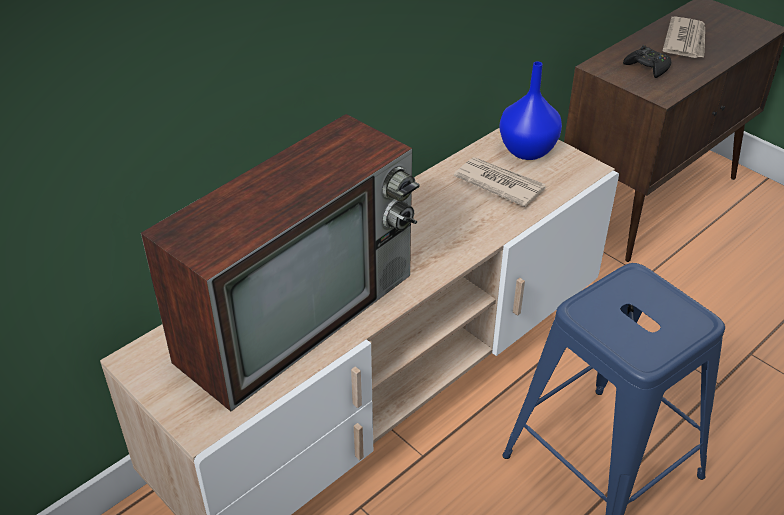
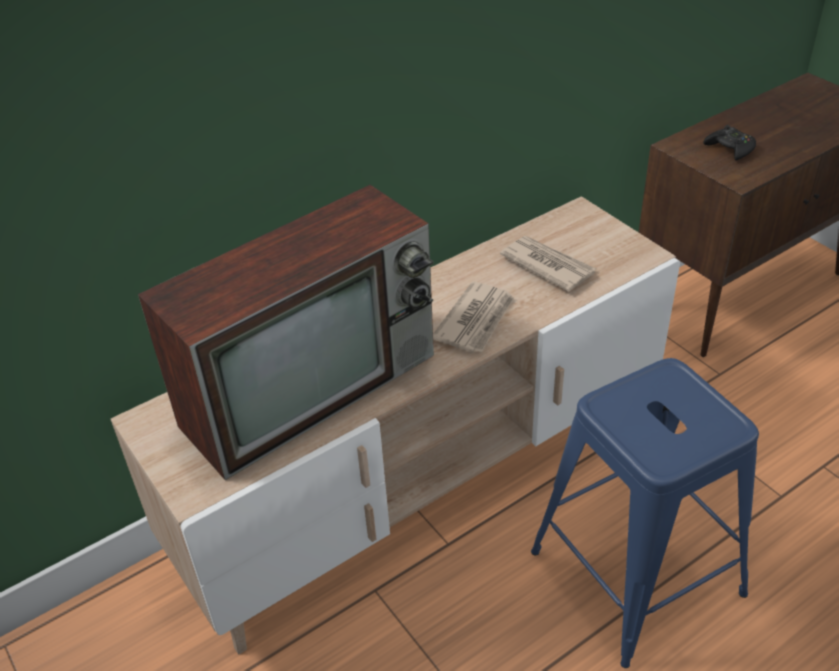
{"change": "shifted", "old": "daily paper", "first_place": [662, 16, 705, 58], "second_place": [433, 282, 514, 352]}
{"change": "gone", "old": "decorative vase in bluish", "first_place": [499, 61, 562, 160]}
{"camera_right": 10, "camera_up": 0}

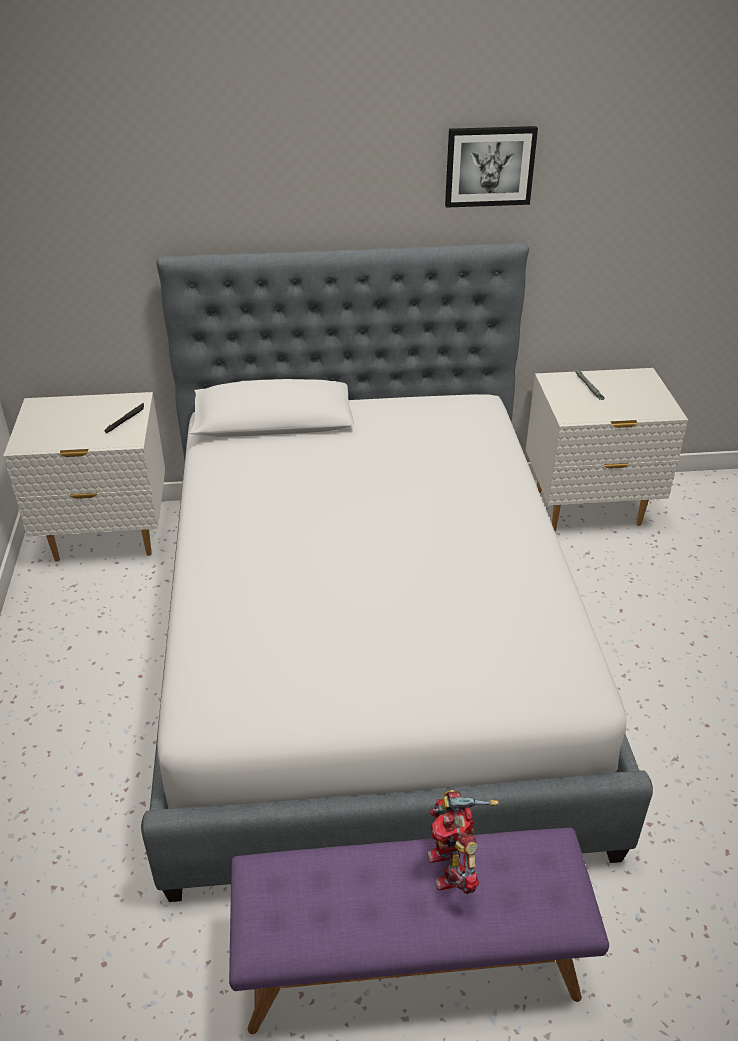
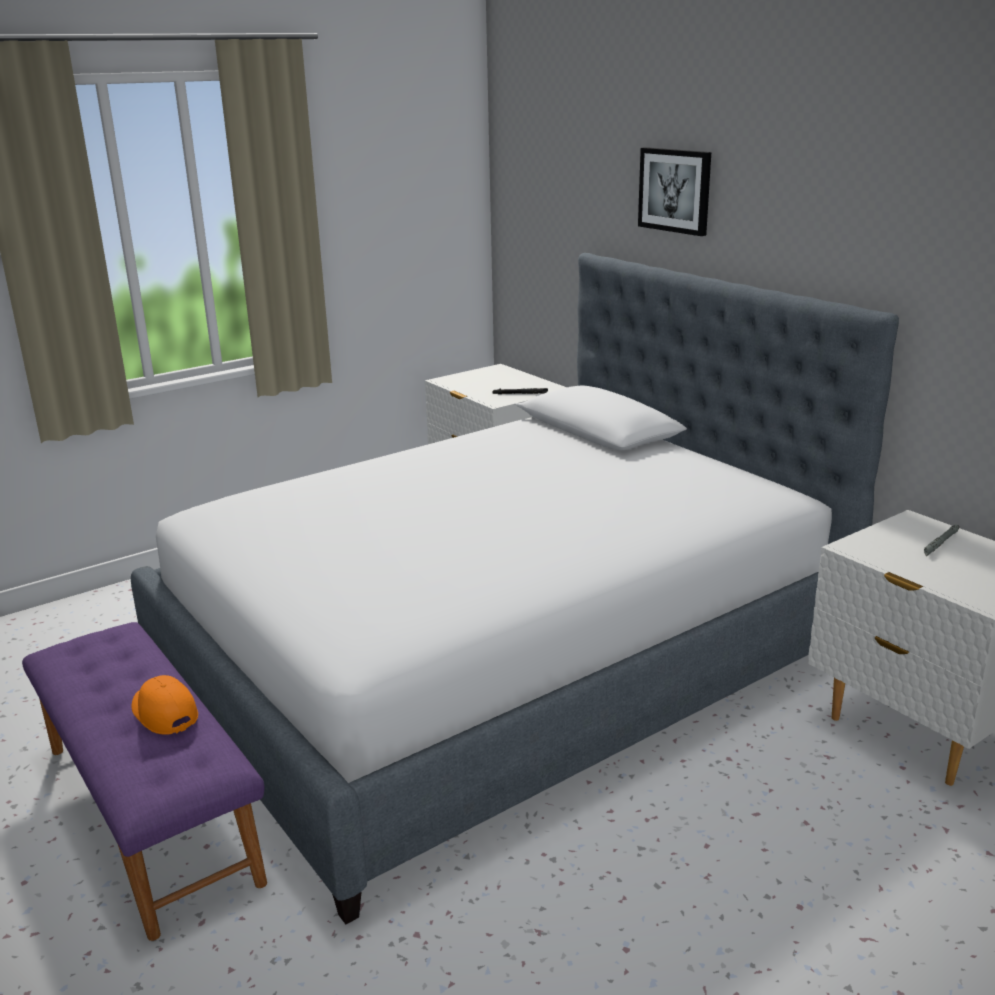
{"change": "swapped", "old": "model robot", "new": "peaked cap in orange-coloured", "first_place": [427, 790, 499, 894], "second_place": [132, 675, 198, 734]}
{"change": "shifted", "old": "wall picture", "first_place": [445, 126, 538, 208], "second_place": [638, 147, 711, 236]}
{"camera_right": 60, "camera_up": -15}

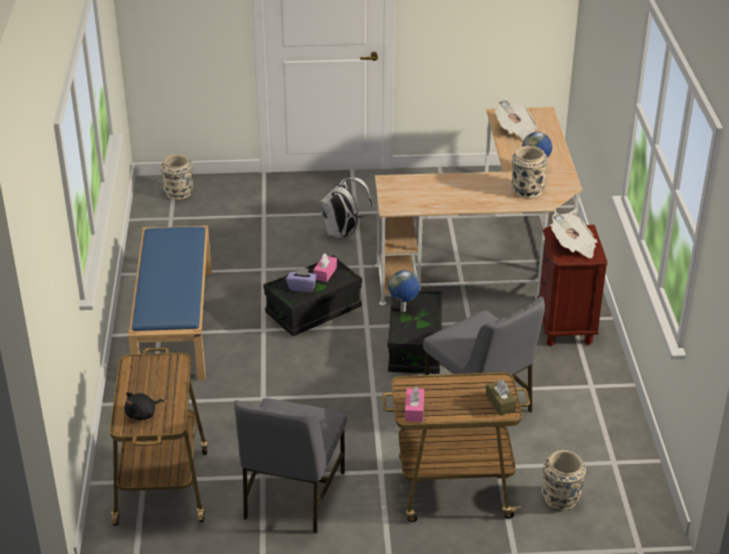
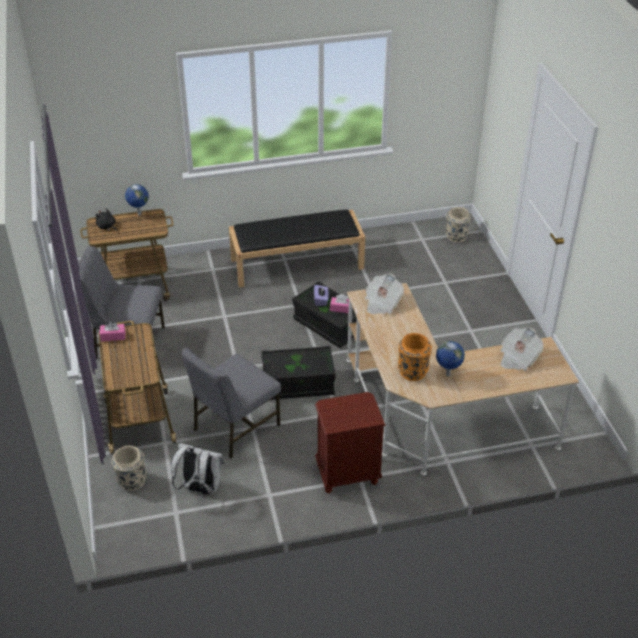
{"change": "shifted", "old": "globe", "first_place": [388, 270, 420, 312], "second_place": [125, 184, 149, 216]}
{"change": "shifted", "old": "rucksack in whitish", "first_place": [320, 177, 372, 239], "second_place": [171, 443, 225, 495]}
{"change": "repainted", "old": "long seat in bluish", "new": "long seat in black", "first_place": [128, 226, 212, 382], "second_place": [229, 209, 365, 288]}
{"change": "shifted", "old": "daily paper", "first_place": [551, 213, 597, 258], "second_place": [365, 273, 404, 314]}
{"change": "repainted", "old": "decorative vase in sand-coloured", "new": "decorative vase in orange-coloured", "first_place": [511, 146, 548, 199], "second_place": [398, 333, 432, 381]}
{"change": "gone", "old": "tissue box in brownish", "first_place": [486, 379, 517, 415]}
{"camera_right": 80, "camera_up": 5}

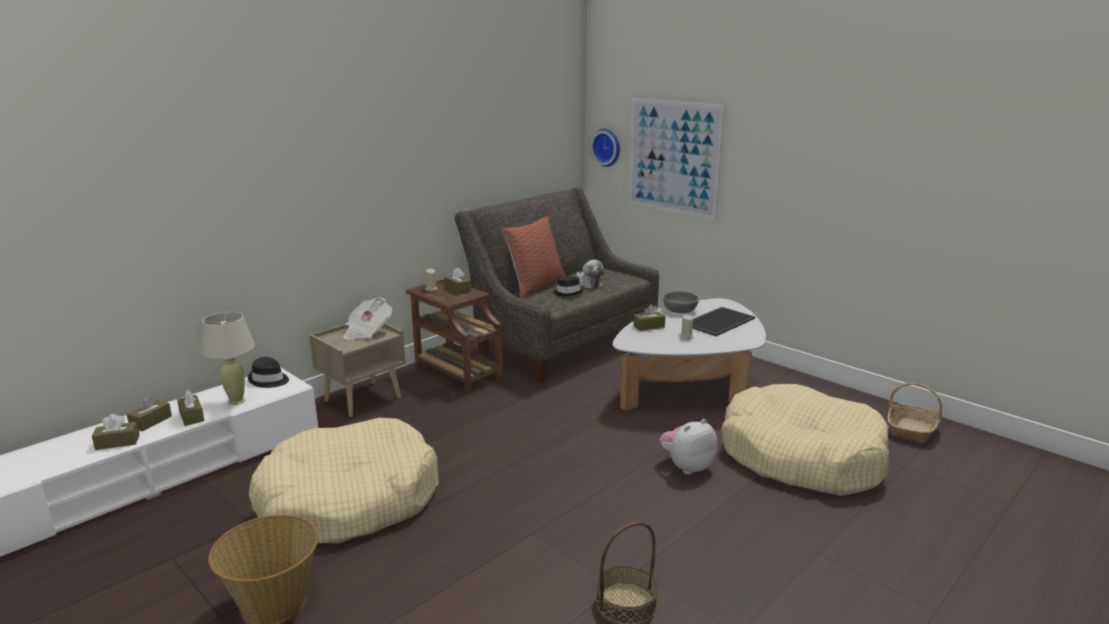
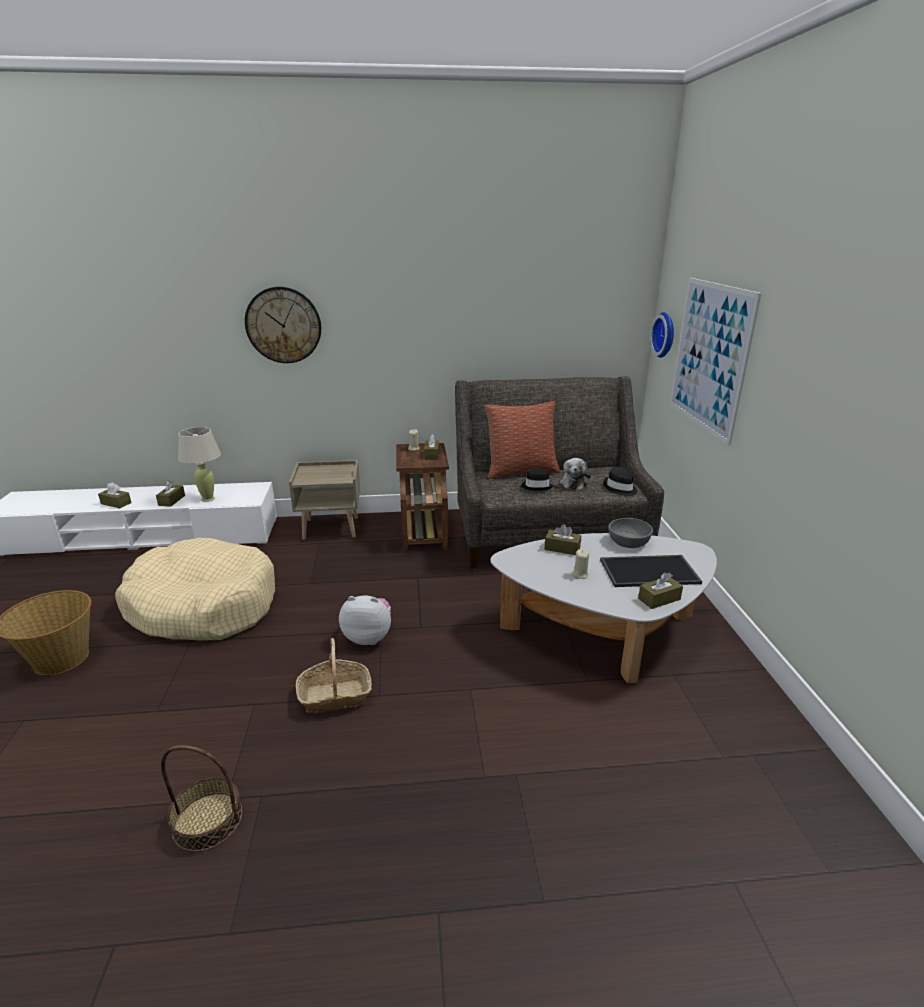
{"change": "new", "new": "wall clock", "second_place": [245, 287, 321, 363]}
{"change": "shifted", "old": "basket", "first_place": [888, 383, 942, 444], "second_place": [296, 638, 372, 714]}
{"change": "shifted", "old": "soft toy", "first_place": [659, 419, 717, 475], "second_place": [339, 595, 391, 645]}
{"change": "shifted", "old": "clothing hat in black", "first_place": [248, 357, 289, 388], "second_place": [603, 467, 637, 496]}
{"change": "shifted", "old": "tissue box in brownish", "first_place": [127, 395, 172, 432], "second_place": [638, 572, 683, 609]}
{"change": "gone", "old": "daily paper", "first_place": [343, 297, 392, 340]}
{"change": "gone", "old": "dog cushion in sand-coloured", "first_place": [721, 384, 889, 496]}
{"camera_right": 40, "camera_up": 5}

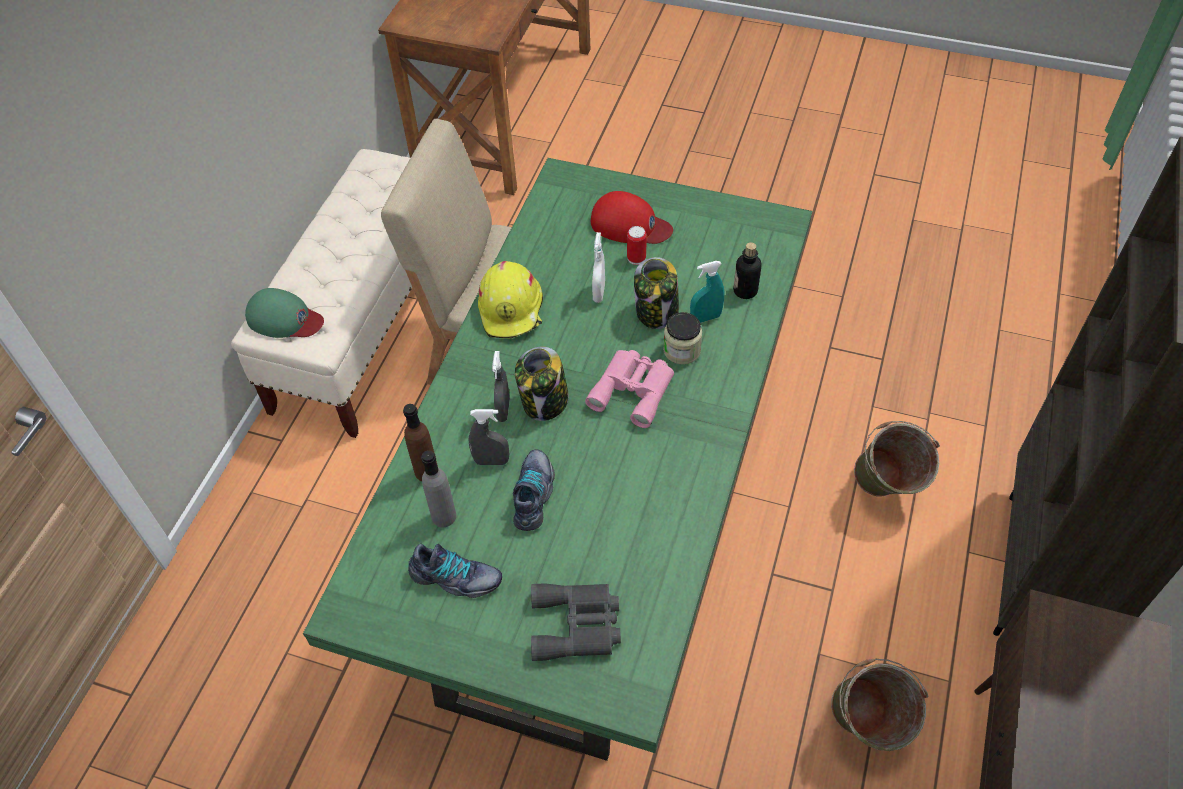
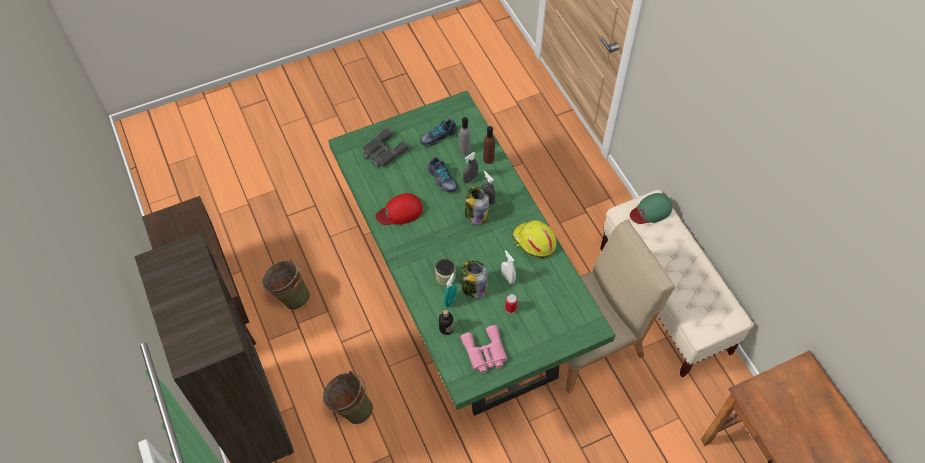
{"change": "shifted", "old": "peaked cap in red", "first_place": [591, 191, 673, 244], "second_place": [376, 193, 423, 225]}
{"change": "shifted", "old": "field glasses in pinkish", "first_place": [585, 350, 674, 428], "second_place": [461, 325, 508, 373]}
{"camera_right": 135, "camera_up": 5}

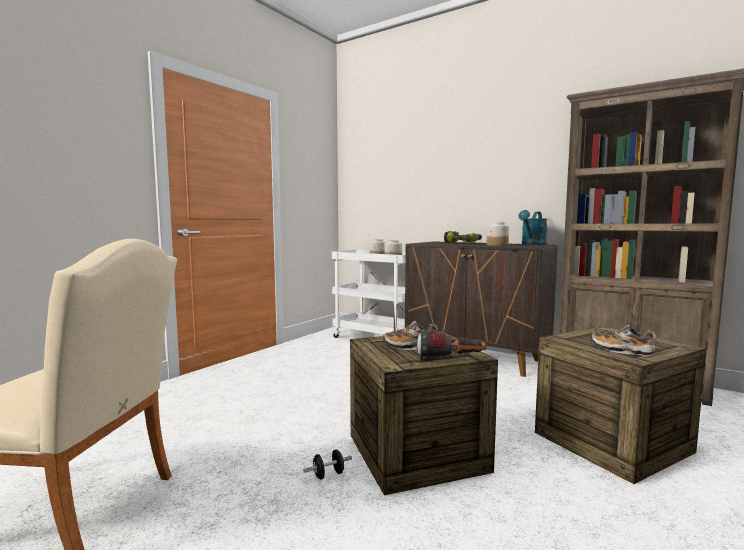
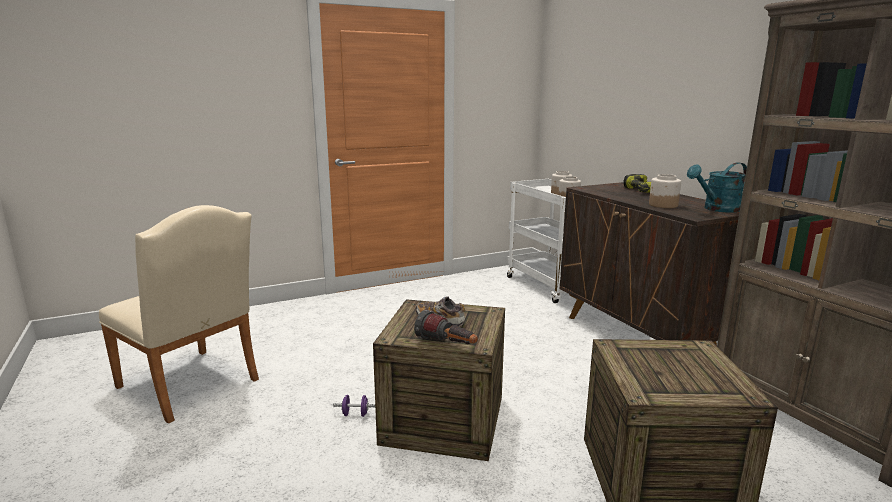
{"change": "repainted", "old": "hand weight in black", "new": "hand weight in purple", "first_place": [303, 449, 352, 480], "second_place": [333, 395, 375, 417]}
{"change": "gone", "old": "shoe", "first_place": [591, 325, 657, 356]}
{"camera_right": 30, "camera_up": 10}

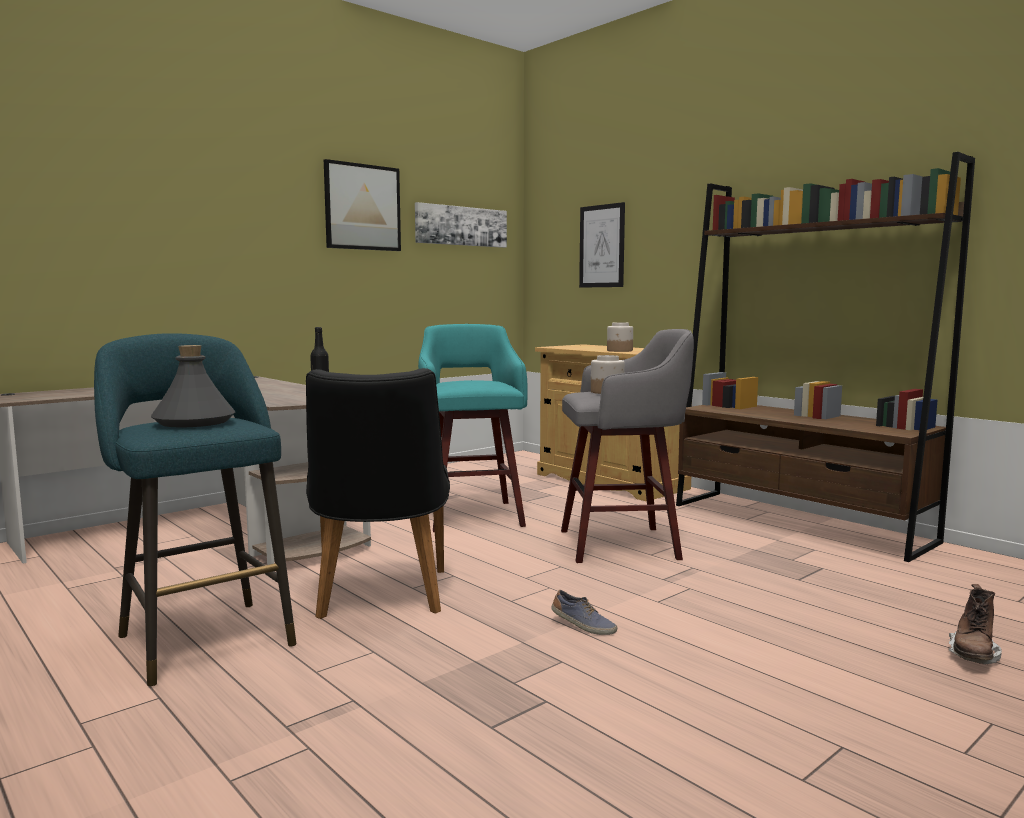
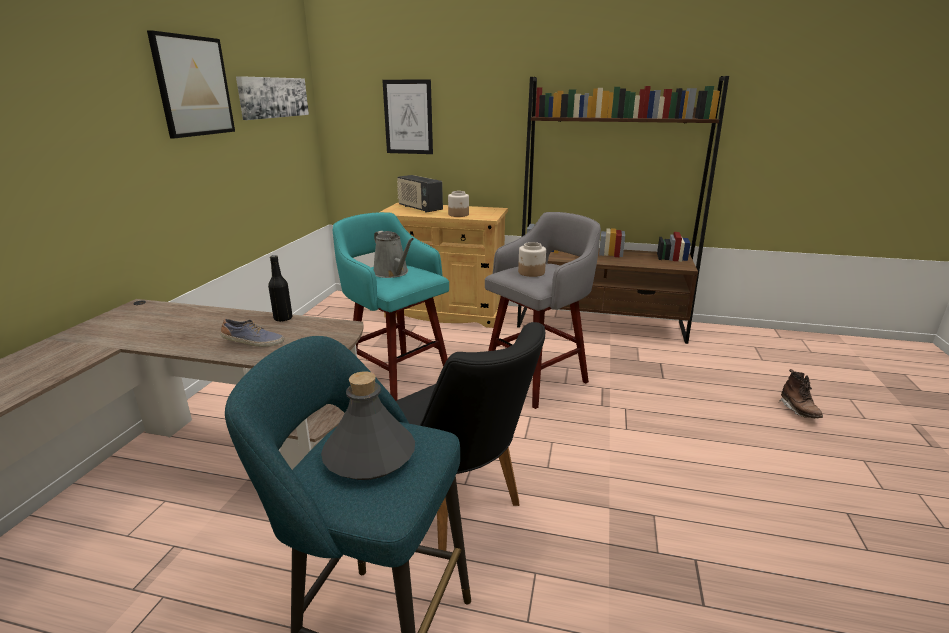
{"change": "shifted", "old": "shoe", "first_place": [551, 590, 617, 635], "second_place": [220, 319, 284, 347]}
{"change": "new", "new": "sprinkling can in grey", "second_place": [374, 231, 414, 278]}
{"change": "new", "new": "radio", "second_place": [397, 175, 443, 213]}
{"camera_right": -35, "camera_up": 15}

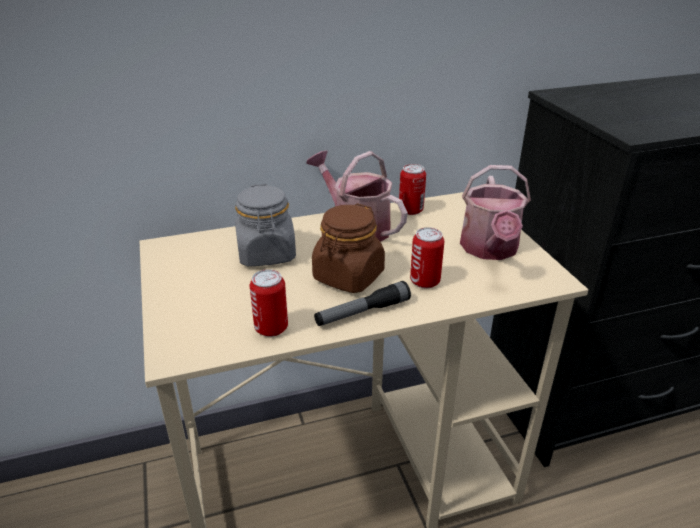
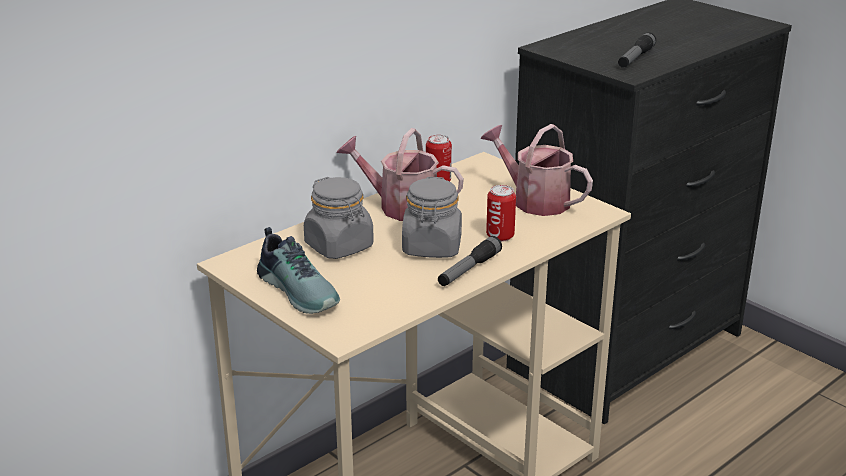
{"change": "new", "new": "shoe", "second_place": [257, 227, 340, 314]}
{"change": "repainted", "old": "preserve jar in brownish", "new": "preserve jar in grey", "first_place": [312, 203, 385, 293], "second_place": [402, 177, 462, 258]}
{"change": "rotated", "old": "sprinkling can", "first_place": [460, 165, 531, 260], "second_place": [480, 124, 593, 216], "degrees": 150}
{"change": "new", "new": "hand torch", "second_place": [618, 32, 656, 68]}
{"change": "gone", "old": "can", "first_place": [250, 269, 288, 337]}
{"camera_right": -25, "camera_up": -5}

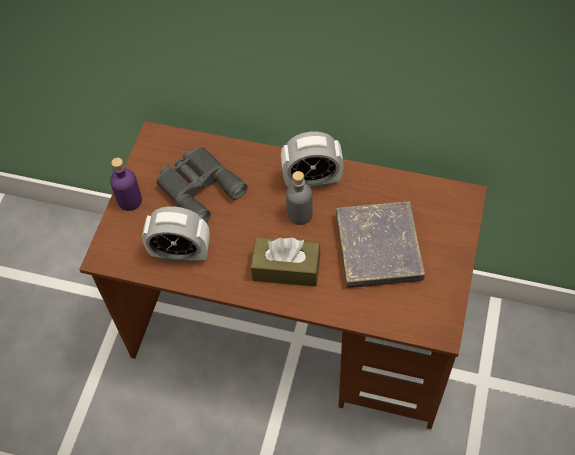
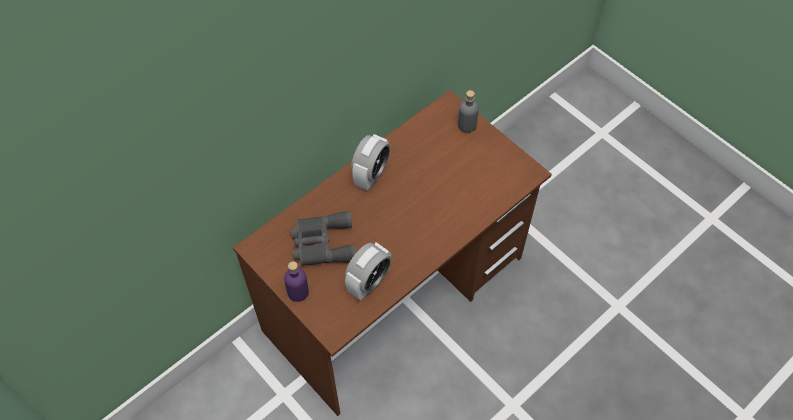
{"change": "shifted", "old": "bottle in grey", "first_place": [286, 171, 313, 225], "second_place": [458, 90, 479, 133]}
{"change": "gone", "old": "tissue box in brownish", "first_place": [251, 237, 321, 286]}
{"change": "gone", "old": "volume in grey", "first_place": [336, 201, 425, 288]}
{"camera_right": -60, "camera_up": 0}

